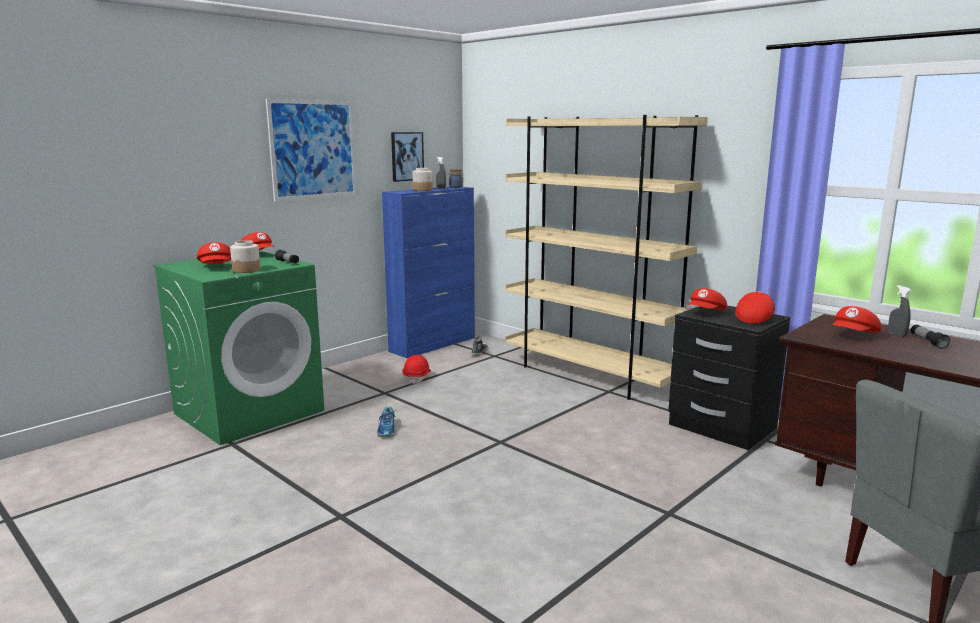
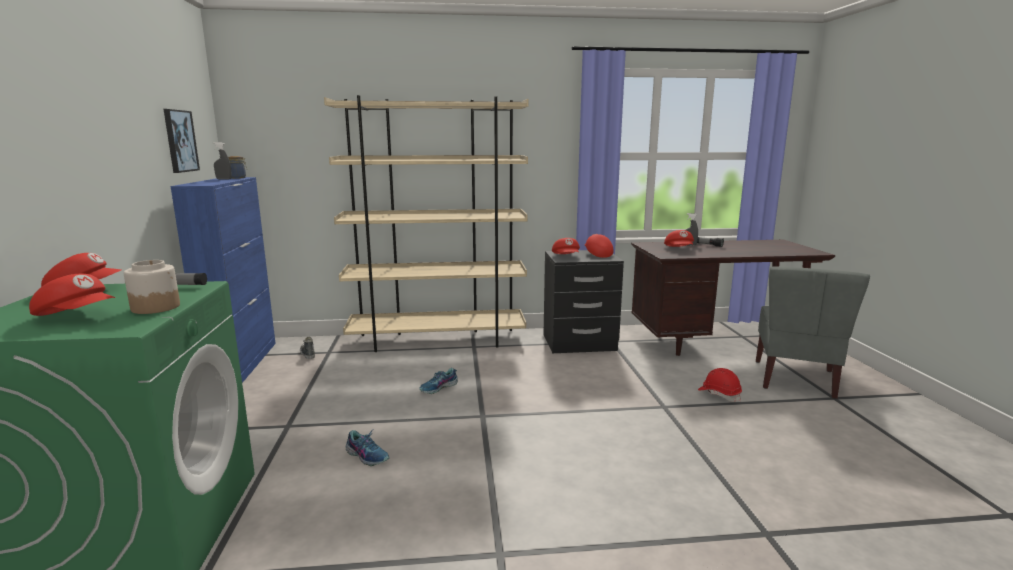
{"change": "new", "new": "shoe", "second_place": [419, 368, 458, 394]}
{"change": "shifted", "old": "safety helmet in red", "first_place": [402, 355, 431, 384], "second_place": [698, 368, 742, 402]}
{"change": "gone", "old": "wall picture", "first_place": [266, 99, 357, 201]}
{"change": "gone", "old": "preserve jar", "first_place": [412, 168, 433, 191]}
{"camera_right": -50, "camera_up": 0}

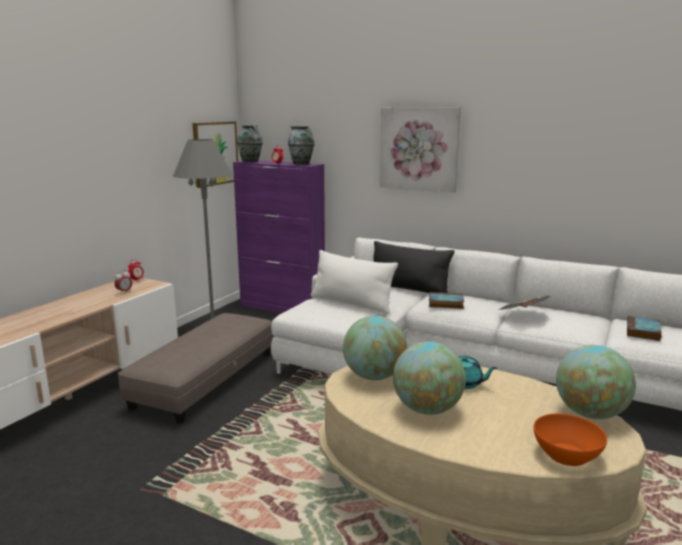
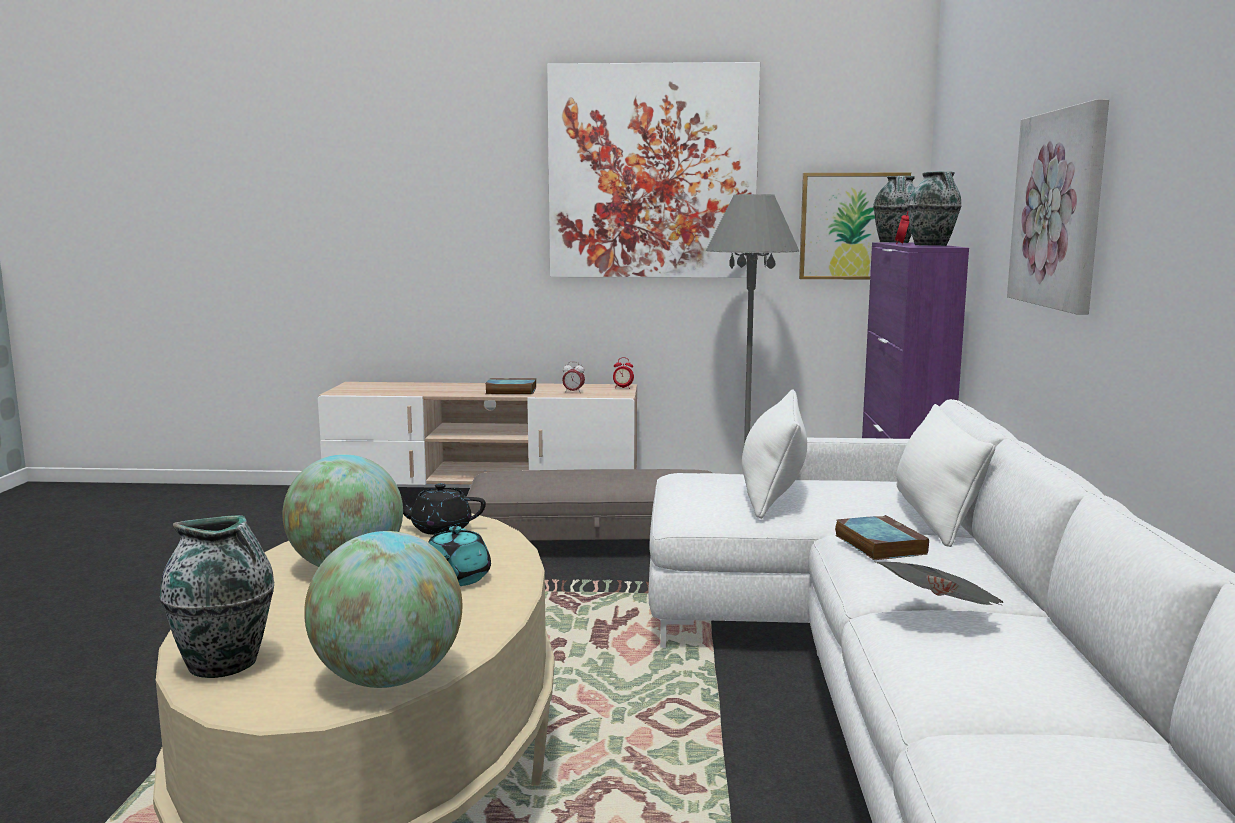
{"change": "swapped", "old": "bowl in orange-coloured", "new": "decorative vase", "first_place": [534, 413, 607, 466], "second_place": [160, 515, 274, 678]}
{"change": "swapped", "old": "globe", "new": "teapot in black", "first_place": [343, 316, 407, 380], "second_place": [401, 483, 486, 535]}
{"change": "shifted", "old": "volume", "first_place": [627, 316, 662, 341], "second_place": [485, 378, 536, 394]}
{"change": "new", "new": "wall picture", "second_place": [547, 62, 760, 278]}
{"change": "repainted", "old": "pillow in black", "new": "pillow in whitish", "first_place": [373, 241, 454, 293], "second_place": [897, 404, 995, 547]}
{"camera_right": 65, "camera_up": -5}

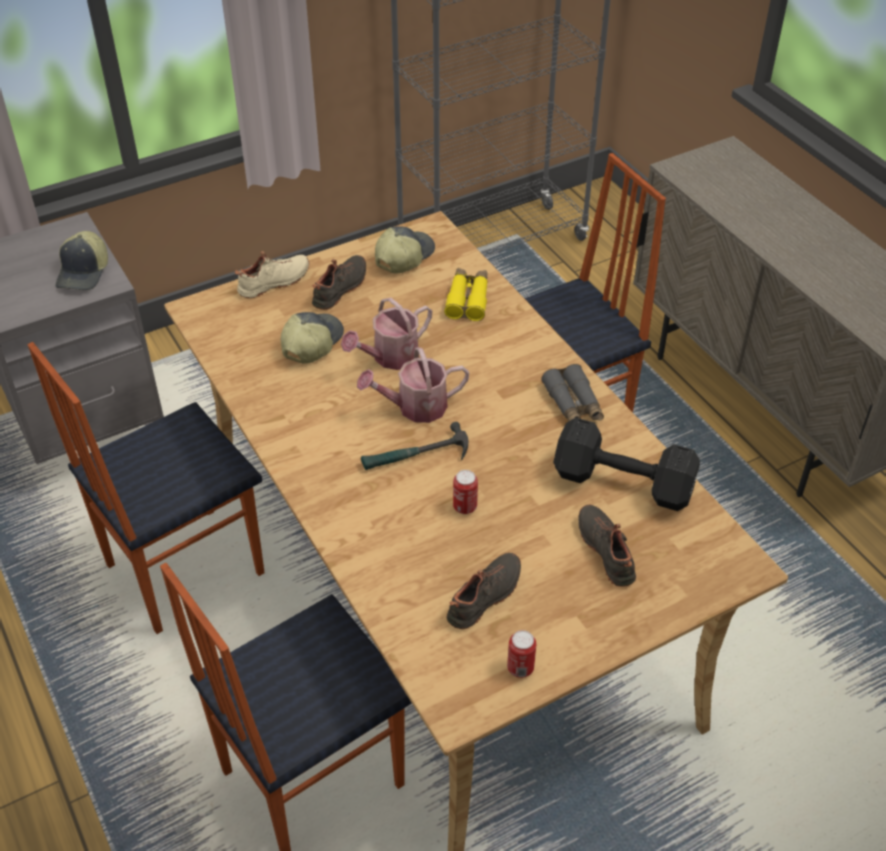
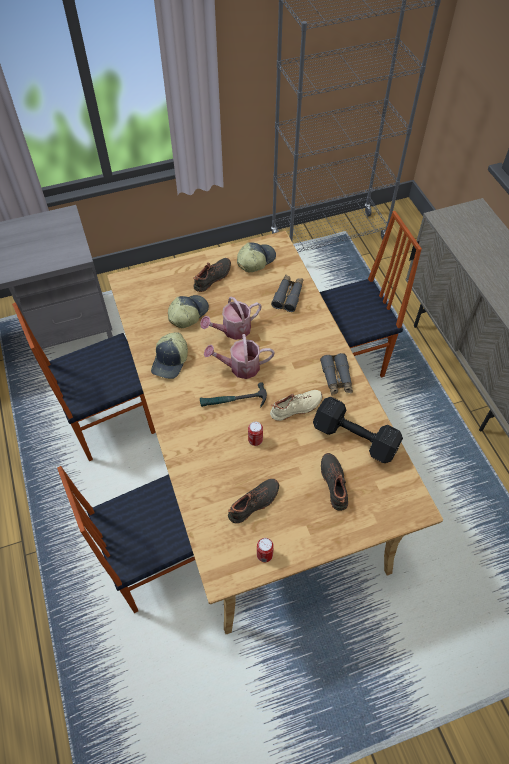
{"change": "shifted", "old": "peaked cap", "first_place": [55, 231, 108, 290], "second_place": [151, 332, 188, 379]}
{"change": "shifted", "old": "shoe in sand-coloured", "first_place": [235, 251, 309, 298], "second_place": [270, 390, 323, 421]}
{"change": "repainted", "old": "field glasses in yellow", "new": "field glasses in grey", "first_place": [444, 268, 487, 321], "second_place": [271, 275, 303, 312]}
{"camera_right": 10, "camera_up": 10}

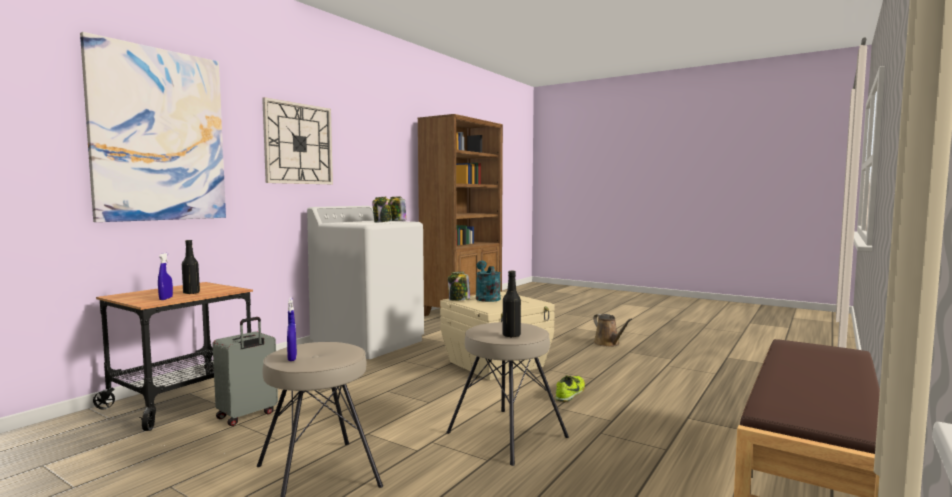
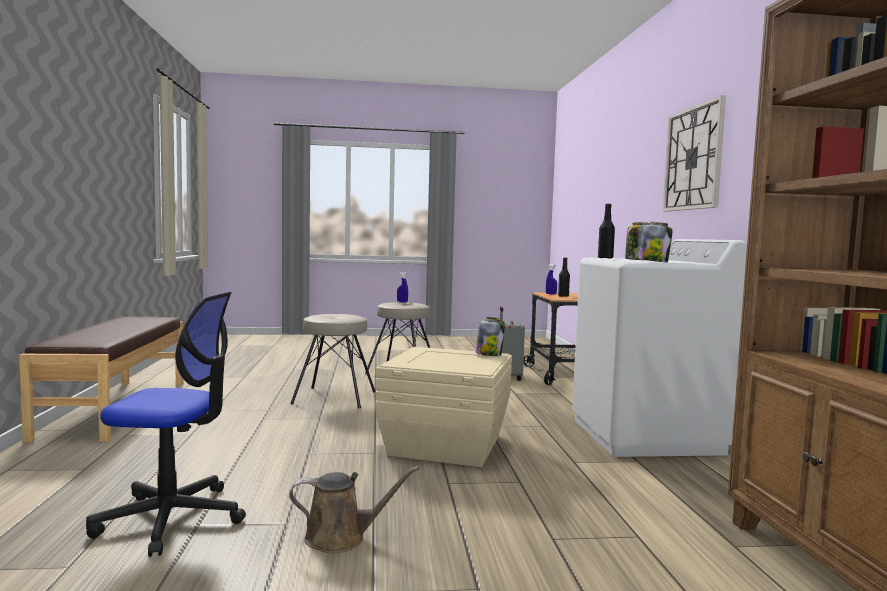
{"change": "new", "new": "computer chair", "second_place": [86, 292, 246, 557]}
{"change": "rotated", "old": "sprinkling can in brownish", "first_place": [593, 314, 632, 347], "second_place": [289, 466, 419, 553], "degrees": 150}
{"change": "shifted", "old": "bottle in black", "first_place": [503, 271, 521, 337], "second_place": [598, 204, 615, 258]}
{"change": "gone", "old": "wall picture", "first_place": [80, 32, 226, 222]}
{"change": "gone", "old": "sprinkling can in blue-green", "first_place": [476, 261, 501, 302]}
{"change": "gone", "old": "shoe", "first_place": [555, 375, 585, 402]}
{"camera_right": 140, "camera_up": 0}

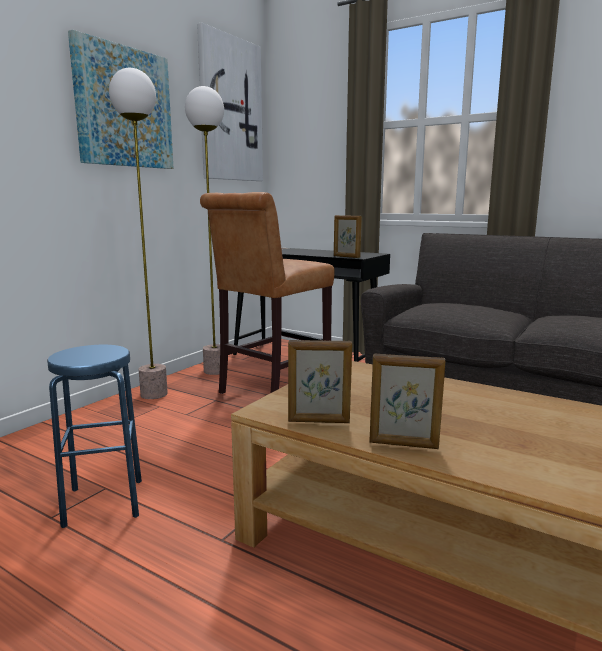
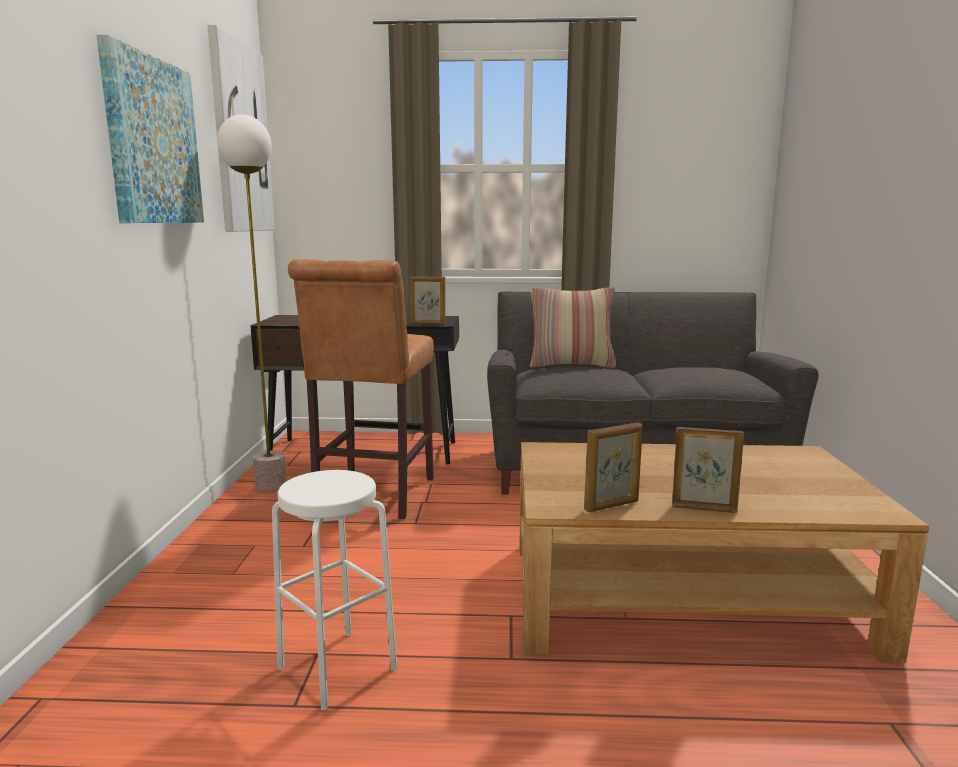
{"change": "repainted", "old": "stool seat in bluish", "new": "stool seat in whitish", "first_place": [47, 345, 142, 528], "second_place": [272, 470, 397, 710]}
{"change": "new", "new": "pillow", "second_place": [530, 287, 616, 368]}
{"change": "rotated", "old": "standing frame", "first_place": [370, 353, 445, 449], "second_place": [672, 427, 744, 513], "degrees": -150}
{"change": "gone", "old": "standing lamp", "first_place": [109, 68, 168, 399]}
{"camera_right": -30, "camera_up": 0}

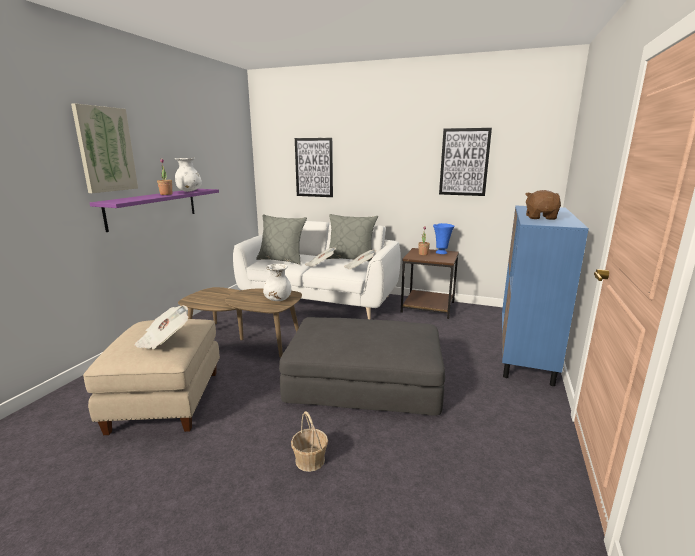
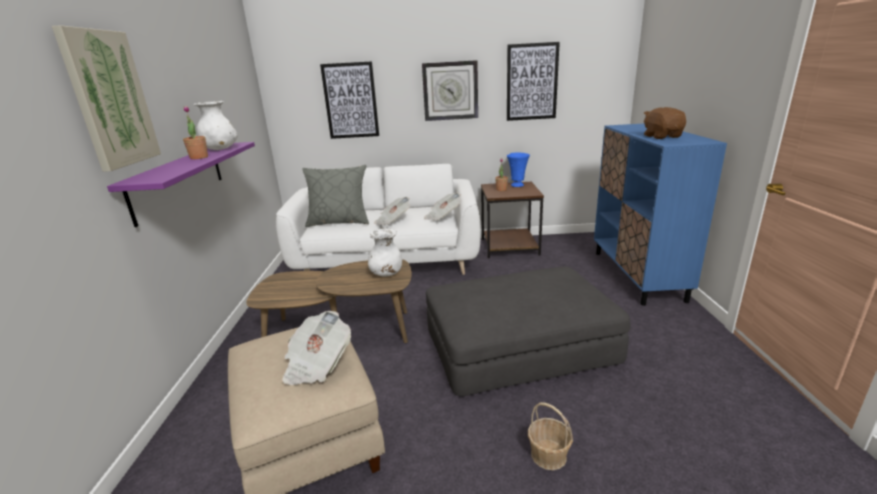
{"change": "new", "new": "wall clock", "second_place": [422, 60, 478, 121]}
{"change": "gone", "old": "pillow in grey", "first_place": [326, 214, 378, 262]}
{"camera_right": -20, "camera_up": 5}

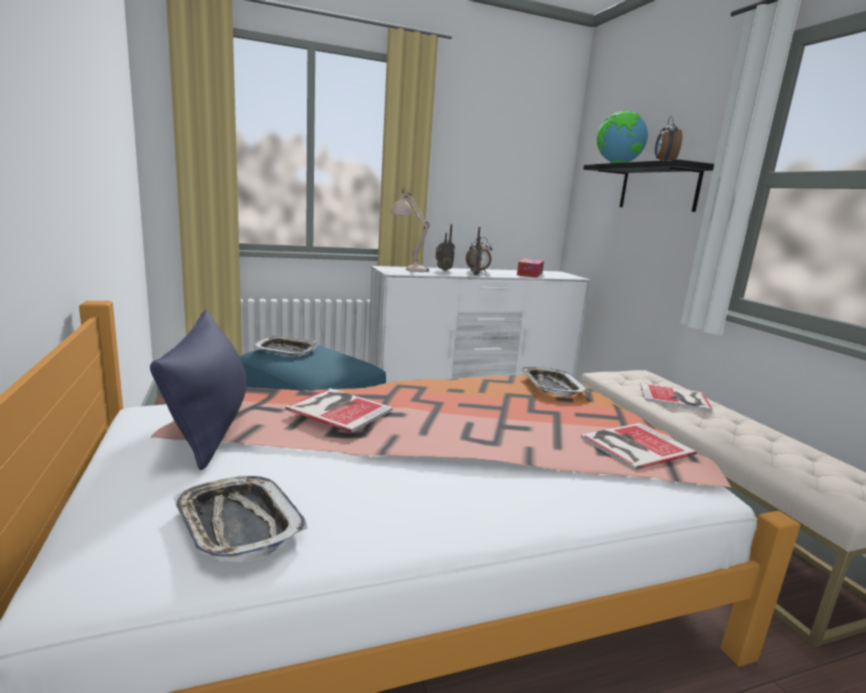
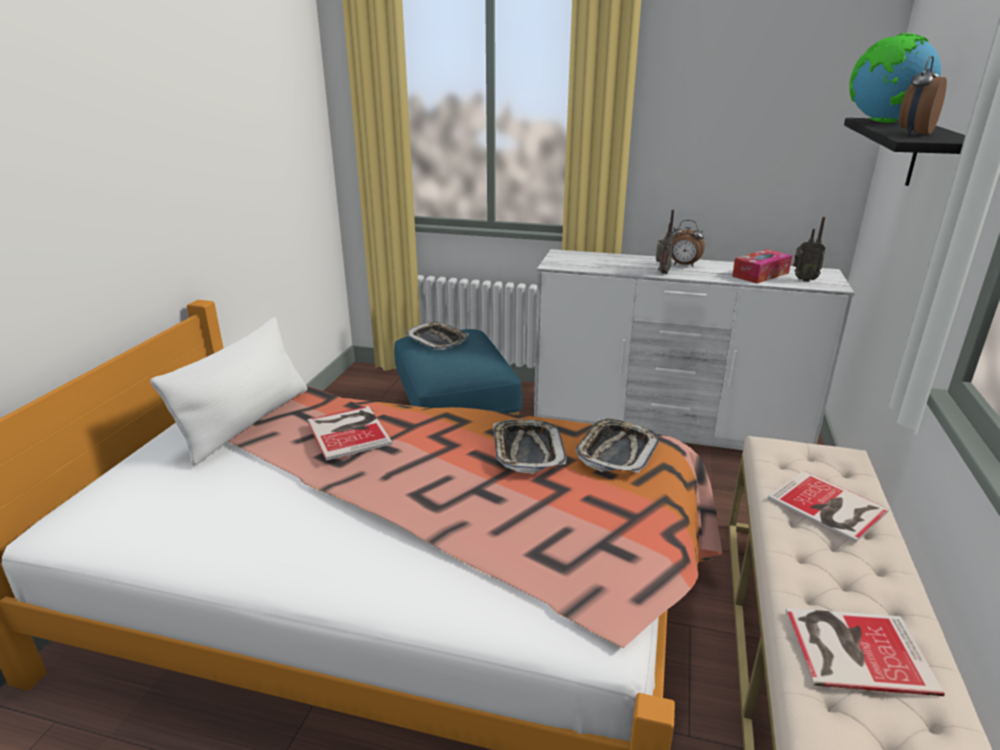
{"change": "repainted", "old": "pillow in bluish", "new": "pillow in whitish", "first_place": [150, 310, 247, 470], "second_place": [150, 317, 308, 466]}
{"change": "shifted", "old": "tray", "first_place": [173, 476, 308, 563], "second_place": [493, 419, 567, 474]}
{"change": "shifted", "old": "volume", "first_place": [581, 423, 697, 470], "second_place": [785, 608, 945, 696]}
{"change": "shifted", "old": "radio", "first_place": [436, 224, 455, 271], "second_place": [793, 217, 825, 282]}
{"change": "gone", "old": "lamp for a table in sand-coloured", "first_place": [390, 188, 430, 272]}
{"camera_right": 35, "camera_up": 10}

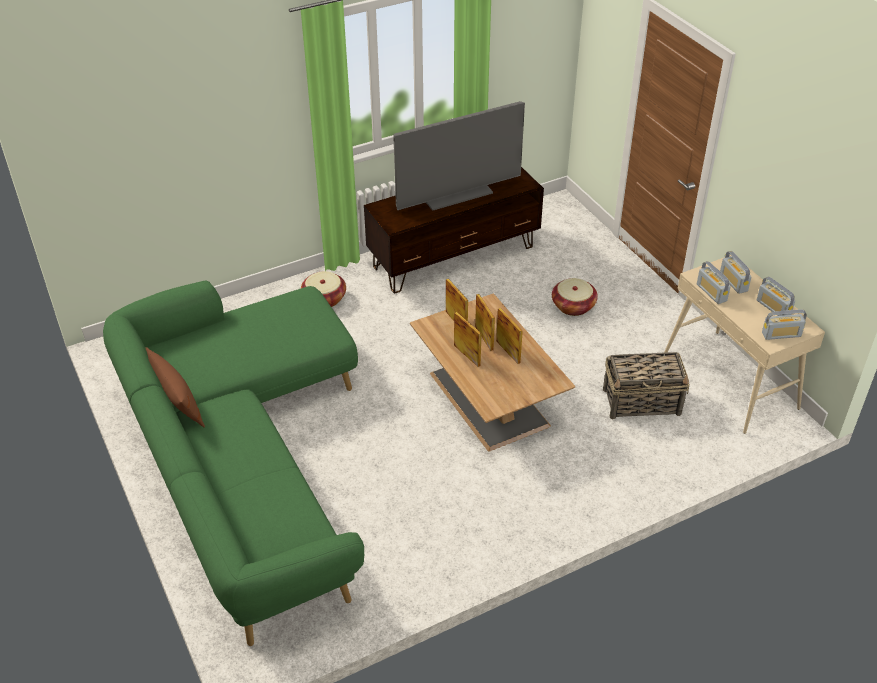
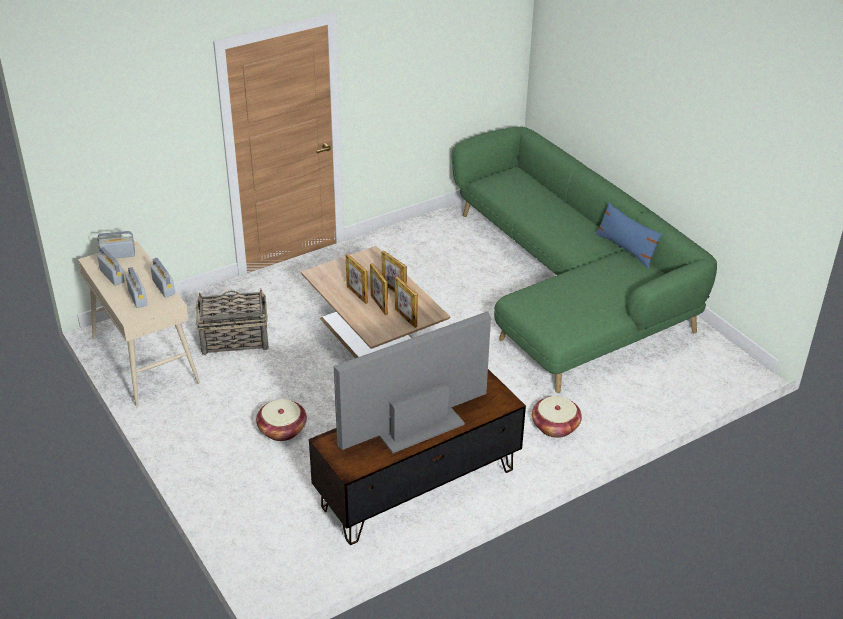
{"change": "repainted", "old": "pillow in brownish", "new": "pillow in bluish", "first_place": [145, 347, 205, 427], "second_place": [595, 202, 663, 268]}
{"camera_right": 175, "camera_up": -5}

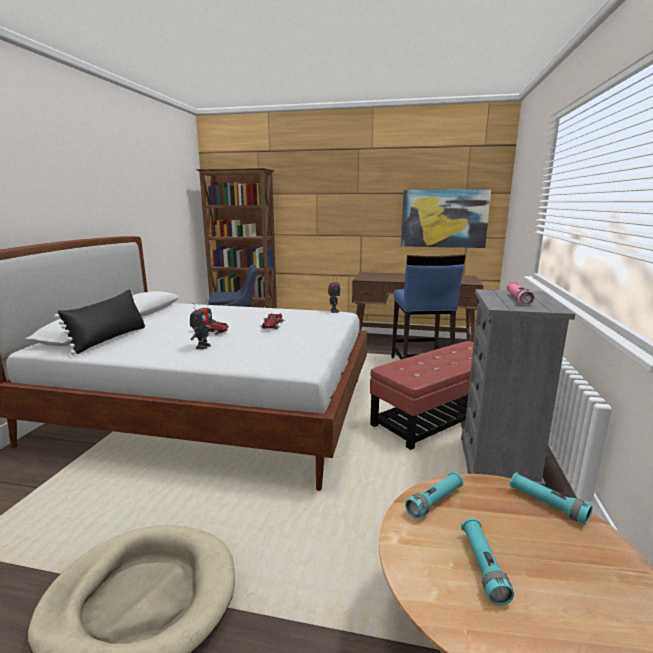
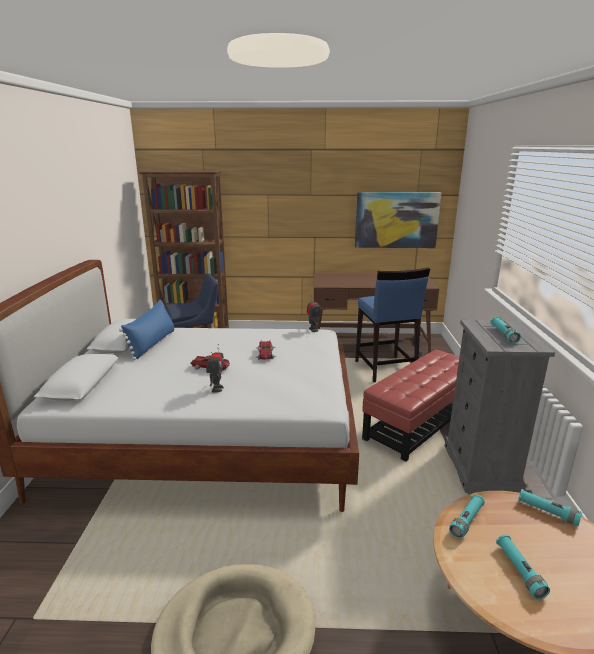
{"change": "new", "new": "pillow in bluish", "second_place": [119, 300, 174, 360]}
{"change": "repainted", "old": "hand torch in pinkish", "new": "hand torch in blue-green", "first_place": [506, 282, 535, 305], "second_place": [490, 317, 521, 343]}
{"change": "gone", "old": "pillow in black", "first_place": [54, 290, 146, 355]}
{"camera_right": -10, "camera_up": 5}

